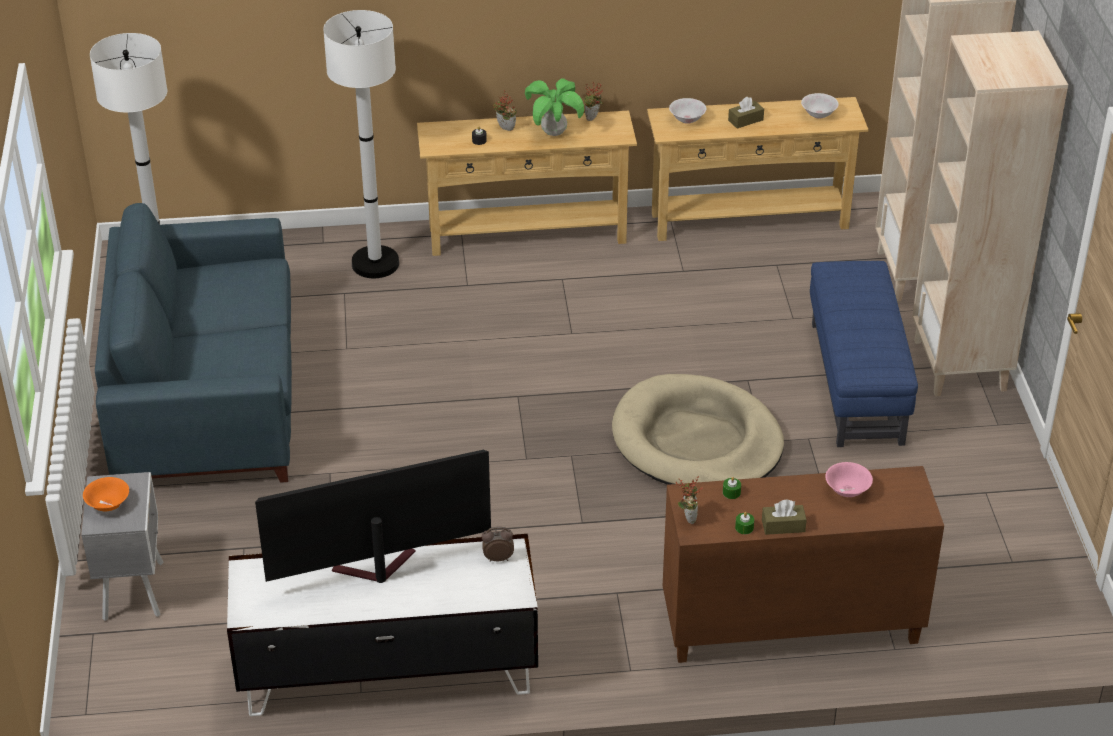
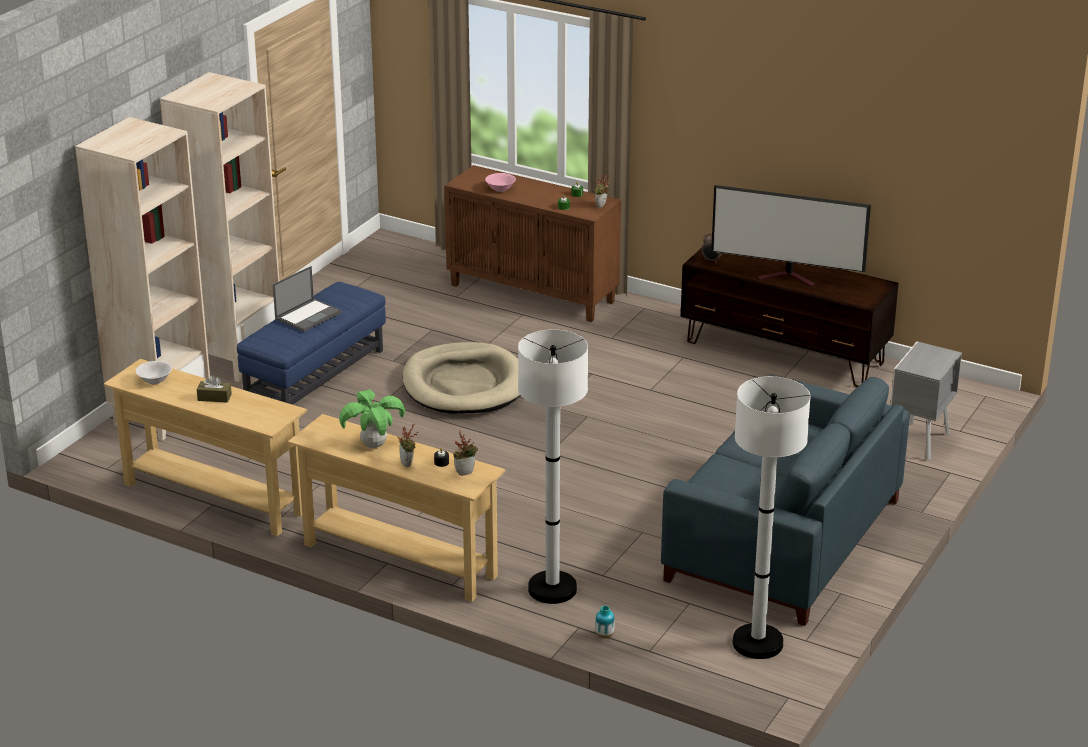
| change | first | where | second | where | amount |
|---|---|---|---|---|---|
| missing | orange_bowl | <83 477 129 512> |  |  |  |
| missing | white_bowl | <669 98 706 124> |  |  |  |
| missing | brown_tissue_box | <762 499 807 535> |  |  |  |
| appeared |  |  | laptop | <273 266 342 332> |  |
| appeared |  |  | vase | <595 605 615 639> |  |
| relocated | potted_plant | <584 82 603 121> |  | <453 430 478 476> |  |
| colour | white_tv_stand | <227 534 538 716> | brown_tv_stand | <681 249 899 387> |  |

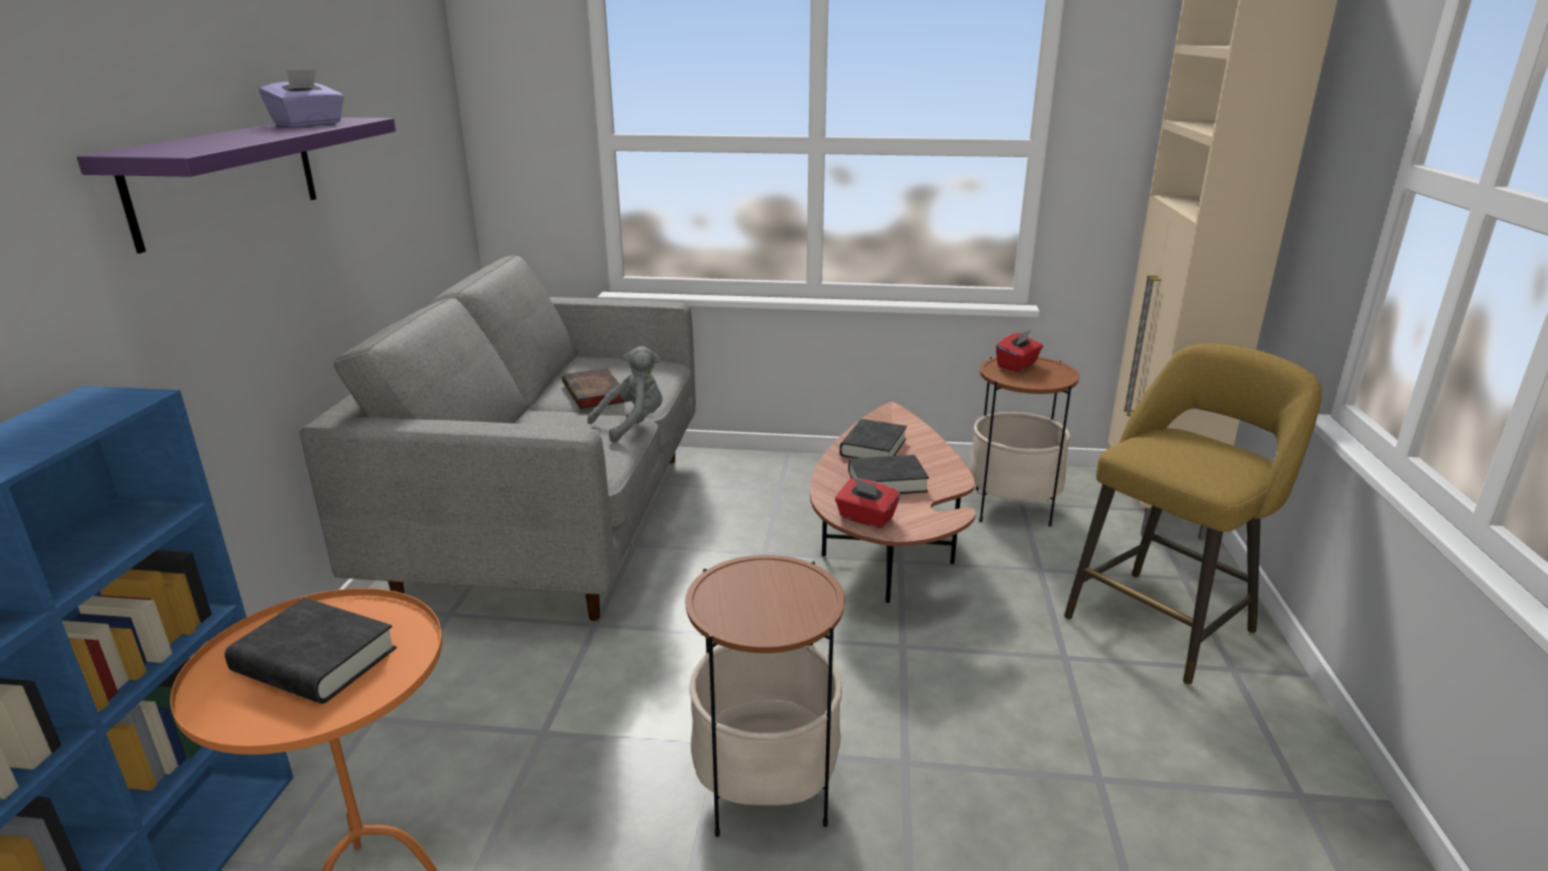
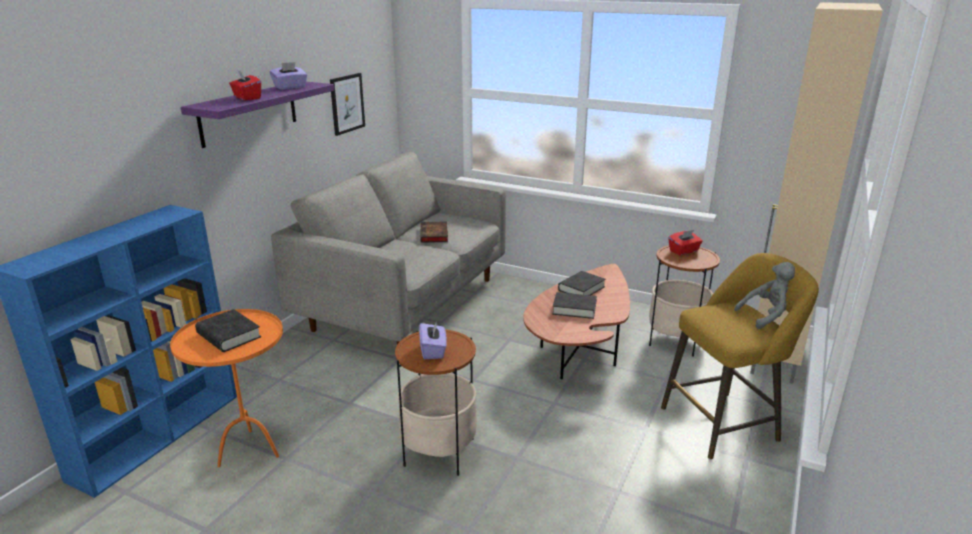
| change | first | where | second | where | amount |
|---|---|---|---|---|---|
| appeared |  |  | picture | <330 73 365 136> |  |
| appeared |  |  | purple_tissue_box | <419 320 447 359> |  |
| relocated | grey_plush_toy | <588 346 662 443> |  | <734 262 795 329> |  |
| relocated | red_tissue_box | <835 478 900 529> |  | <229 71 261 100> |  |

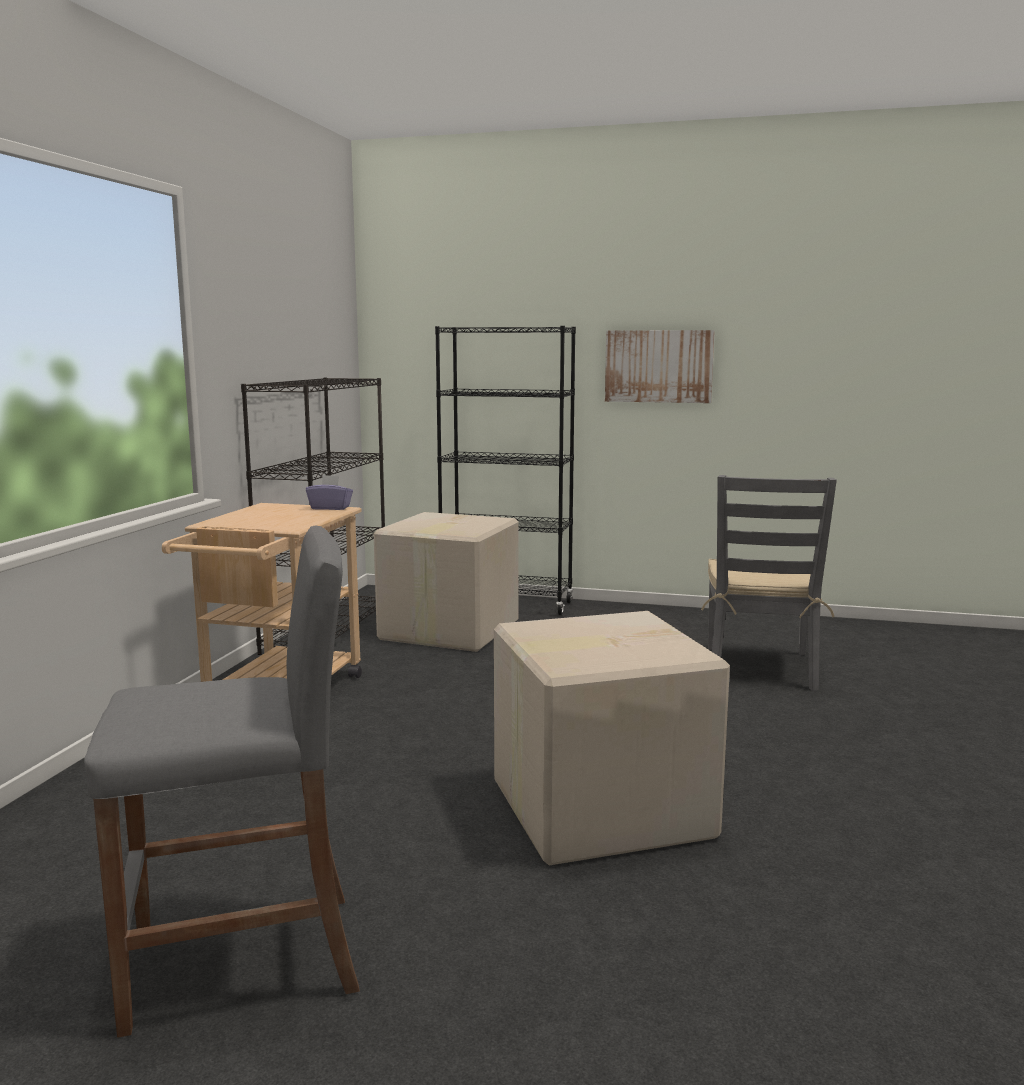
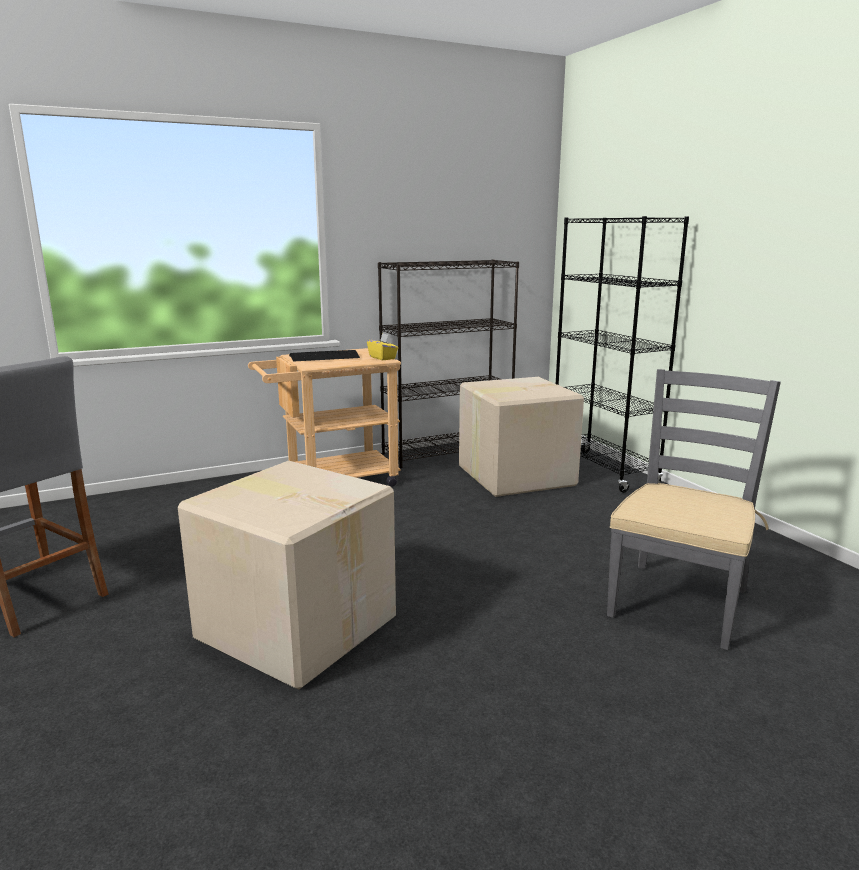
| change | first | where | second | where | amount |
|---|---|---|---|---|---|
| missing | picture | <605 330 715 403> |  |  |  |
| appeared |  |  | keyboard | <289 350 360 362> |  |
| colour | purple_tissue_box | <306 475 353 510> | yellow_tissue_box | <367 333 398 360> |  |
| spun | grey_chair | <701 475 837 691> |  | <607 369 781 650> | 150 degrees clockwise |

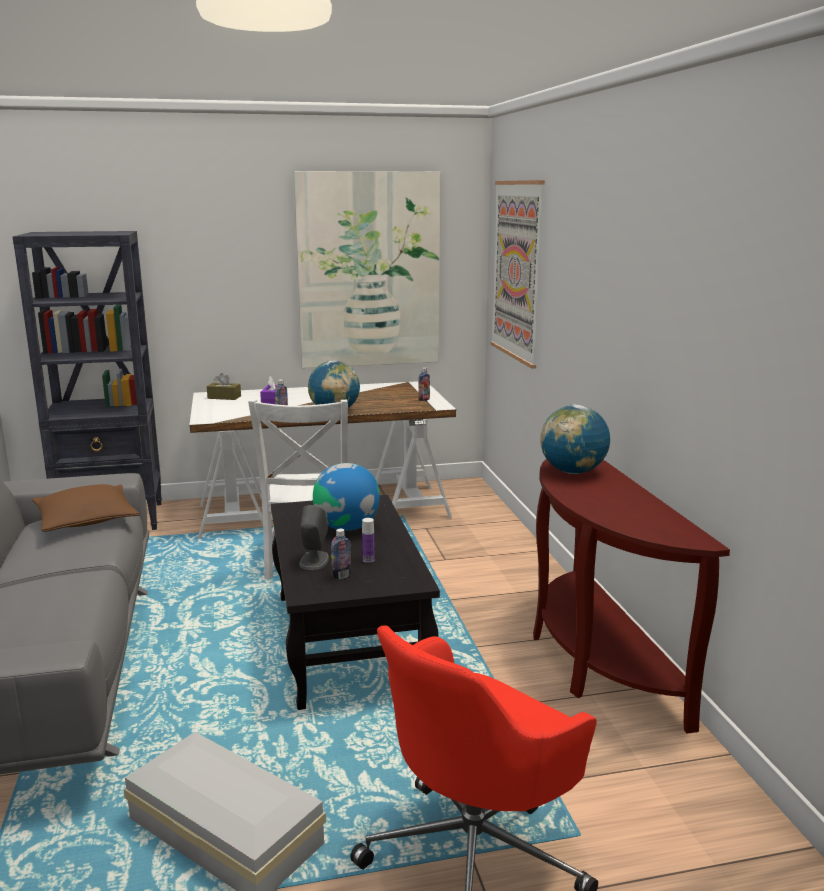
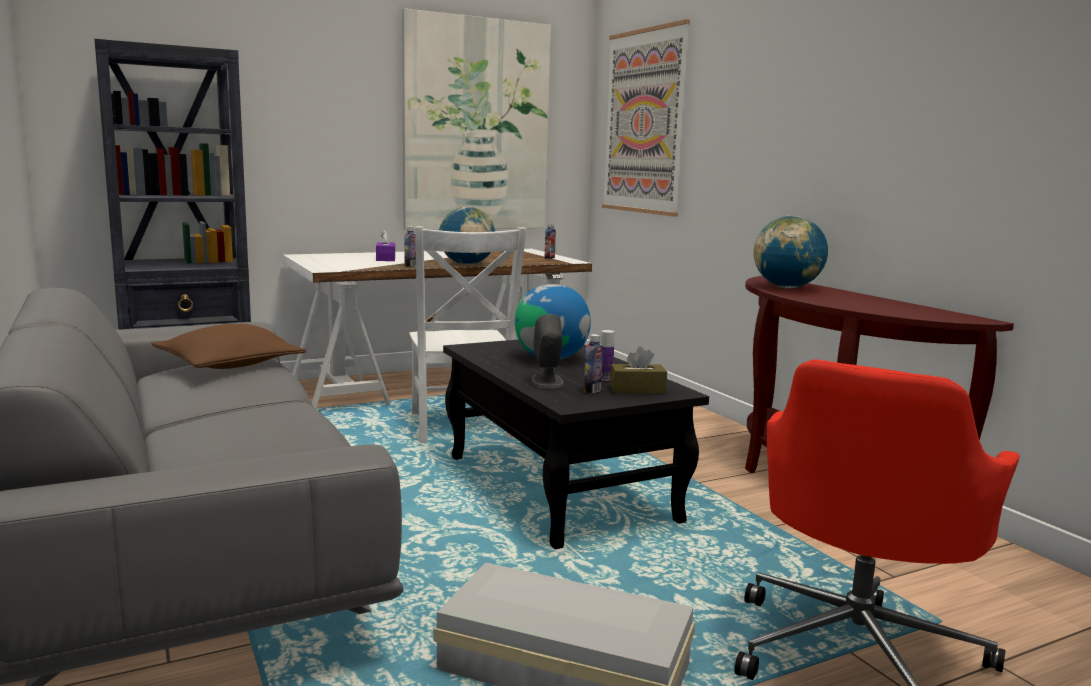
| change | first | where | second | where | amount |
|---|---|---|---|---|---|
| relocated | brown_tissue_box | <207 373 241 400> |  | <610 346 667 394> |  |

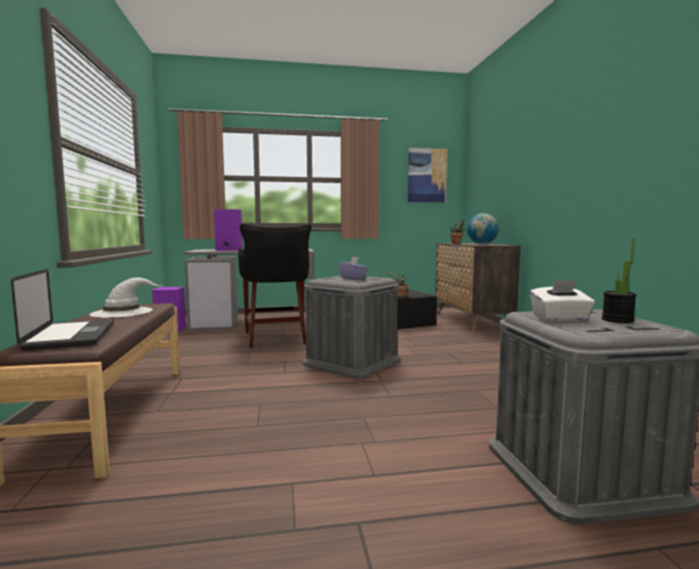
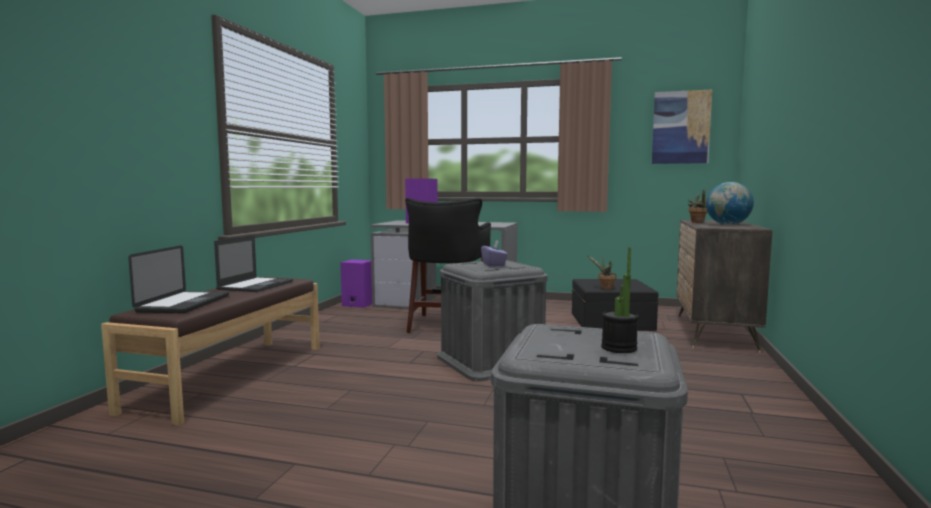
| change | first | where | second | where | amount |
|---|---|---|---|---|---|
| missing | white_tissue_box | <530 280 595 321> |  |  |  |
| exchanged | white_hat | <90 277 163 318> | laptop | <214 236 293 292> |  |

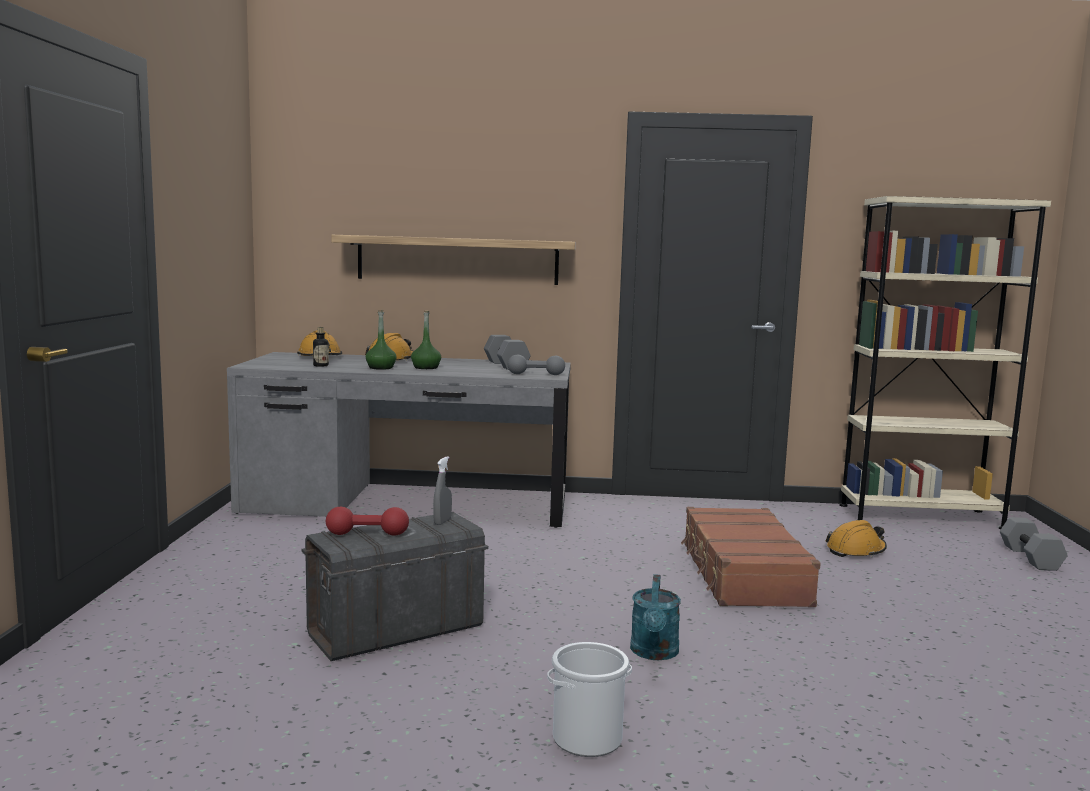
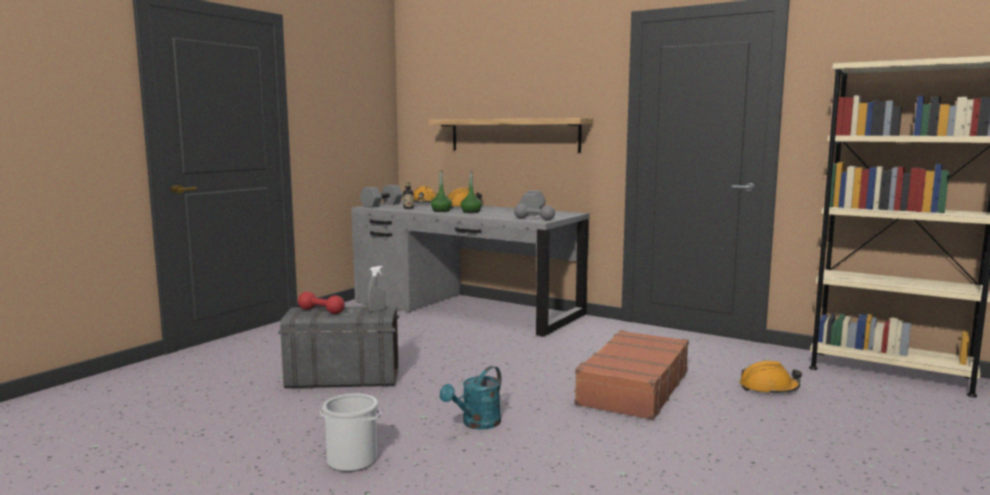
| change | first | where | second | where | amount |
|---|---|---|---|---|---|
| relocated | grey_dumbbell | <1000 517 1068 571> |  | <360 185 403 208> |  |

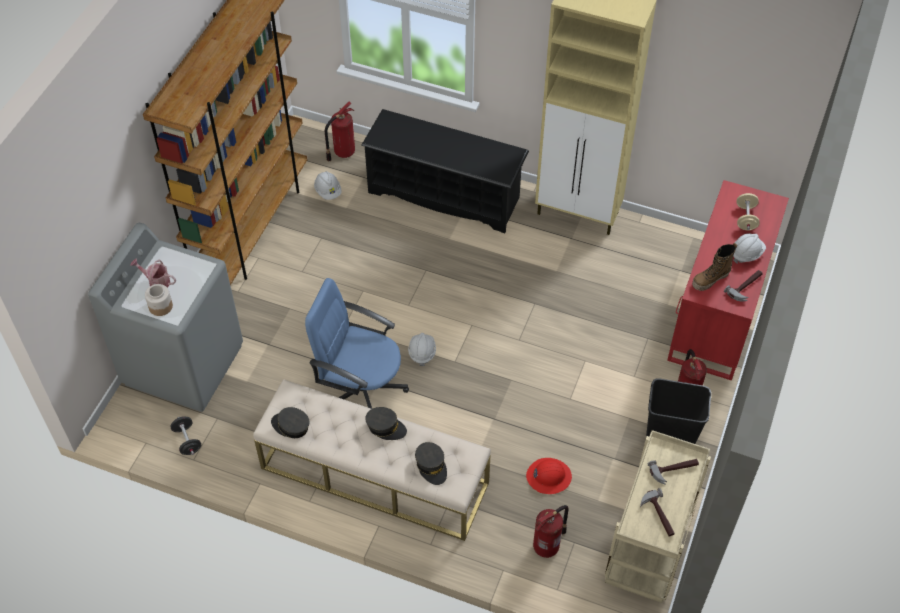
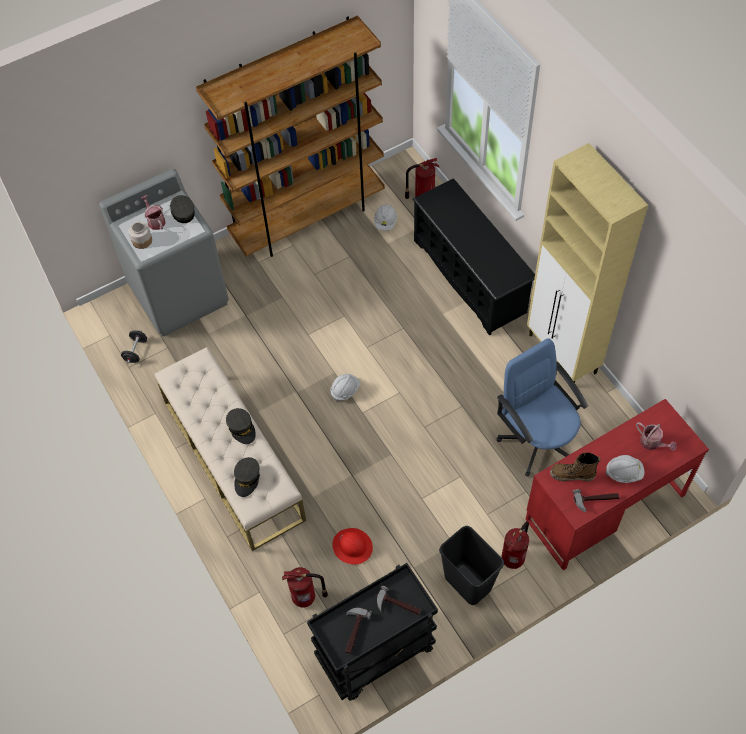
| change | first | where | second | where | amount |
|---|---|---|---|---|---|
| relocated | grey_cap | <271 407 310 438> |  | <170 195 195 223> |  |
| relocated | blue_office_chair | <305 278 409 409> |  | <496 338 588 477> |  |
| exchanged | beige_dumbbell | <737 193 760 231> | watering_can | <636 422 677 451> |  |
| colour | beige_cart | <604 430 711 603> | black_cart | <307 563 438 700> |  |

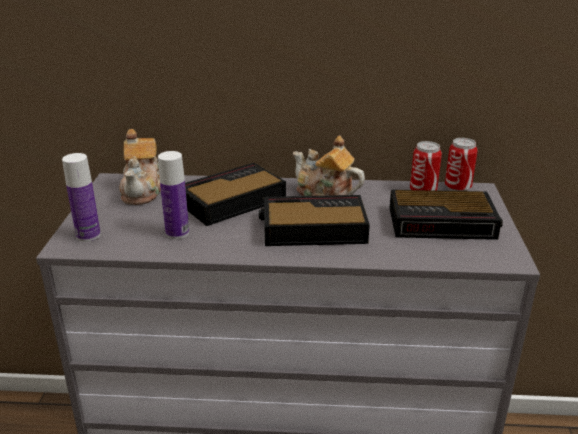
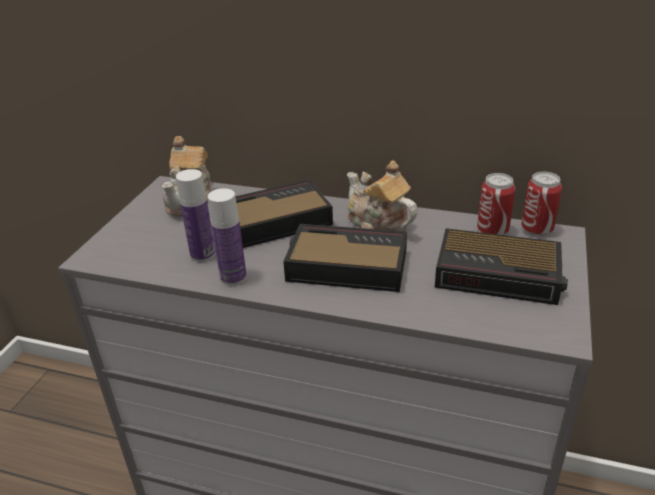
| change | first | where | second | where | amount |
|---|---|---|---|---|---|
| relocated | bottle | <62 153 101 242> |  | <208 188 247 286> |  |

